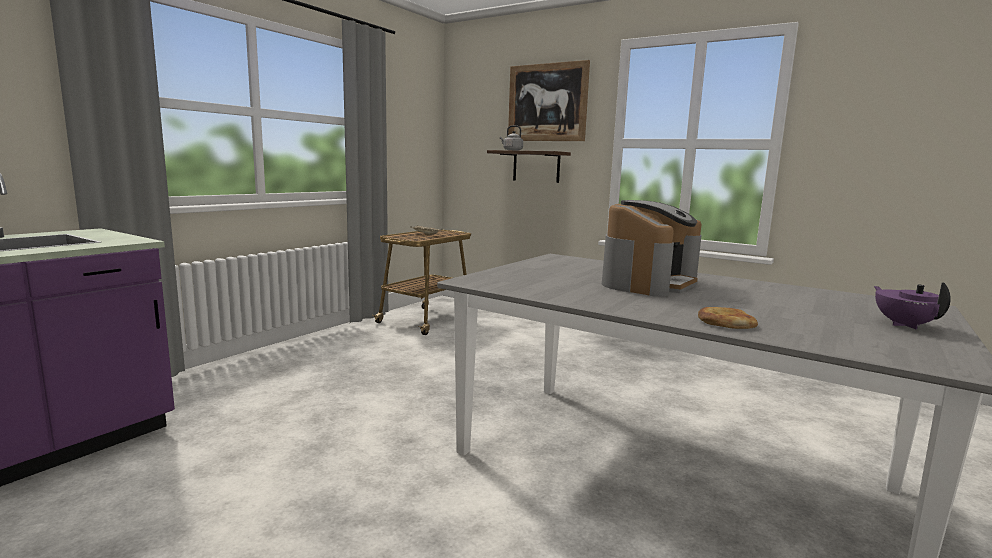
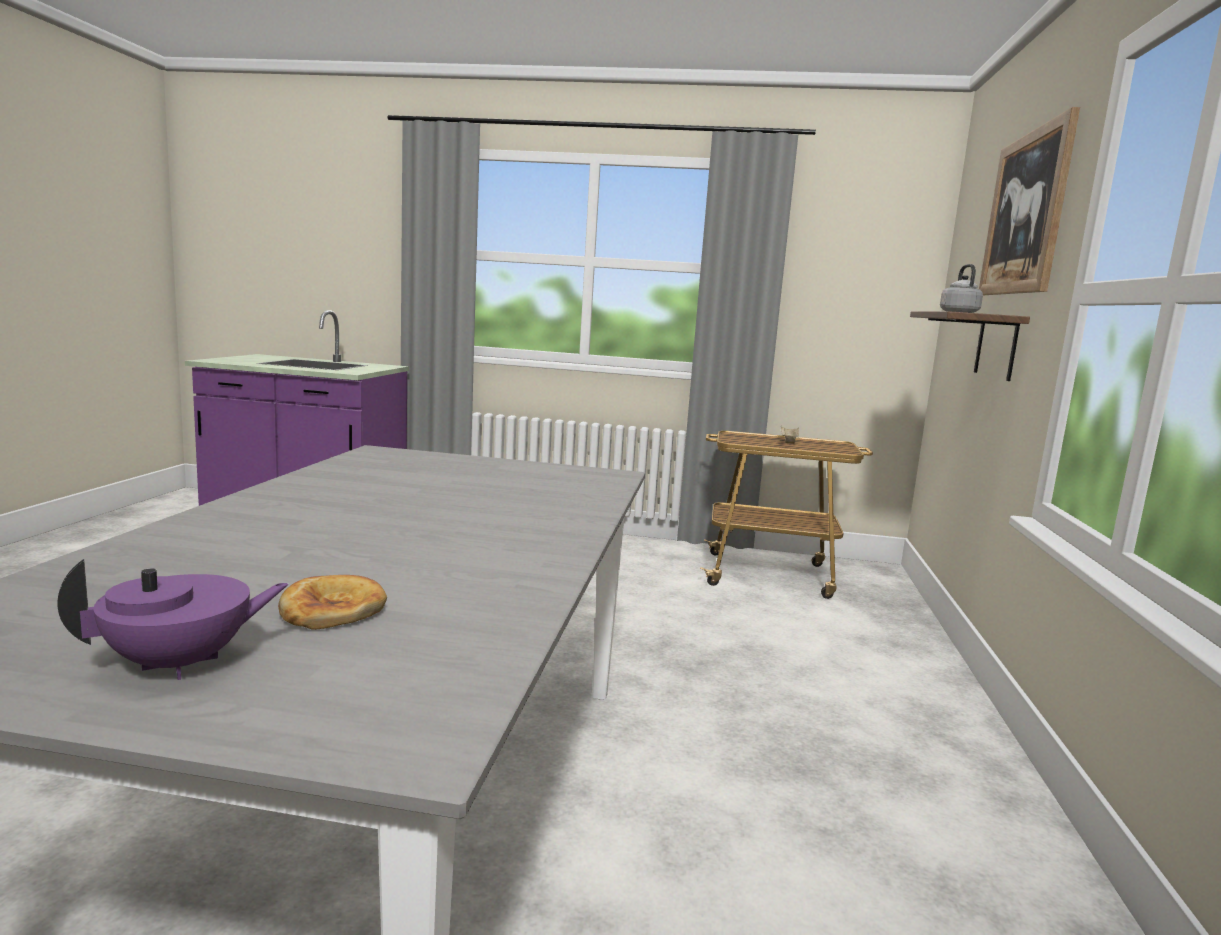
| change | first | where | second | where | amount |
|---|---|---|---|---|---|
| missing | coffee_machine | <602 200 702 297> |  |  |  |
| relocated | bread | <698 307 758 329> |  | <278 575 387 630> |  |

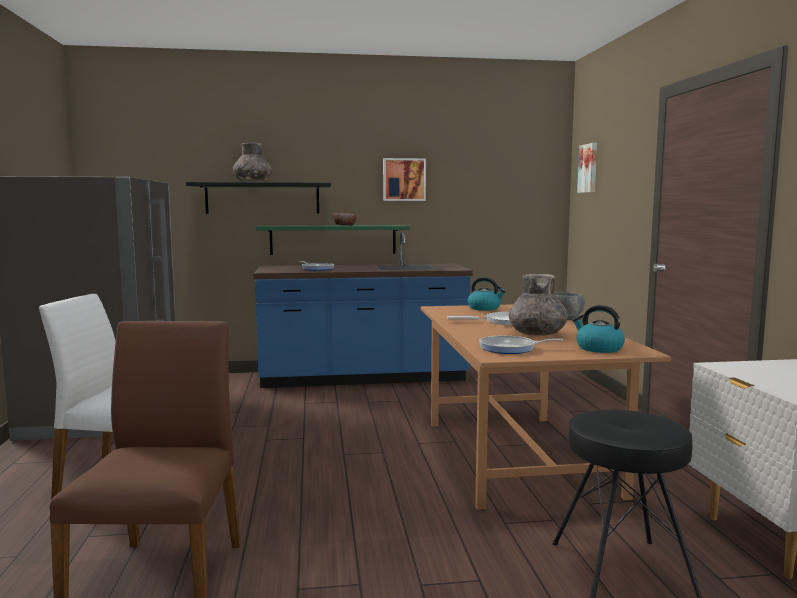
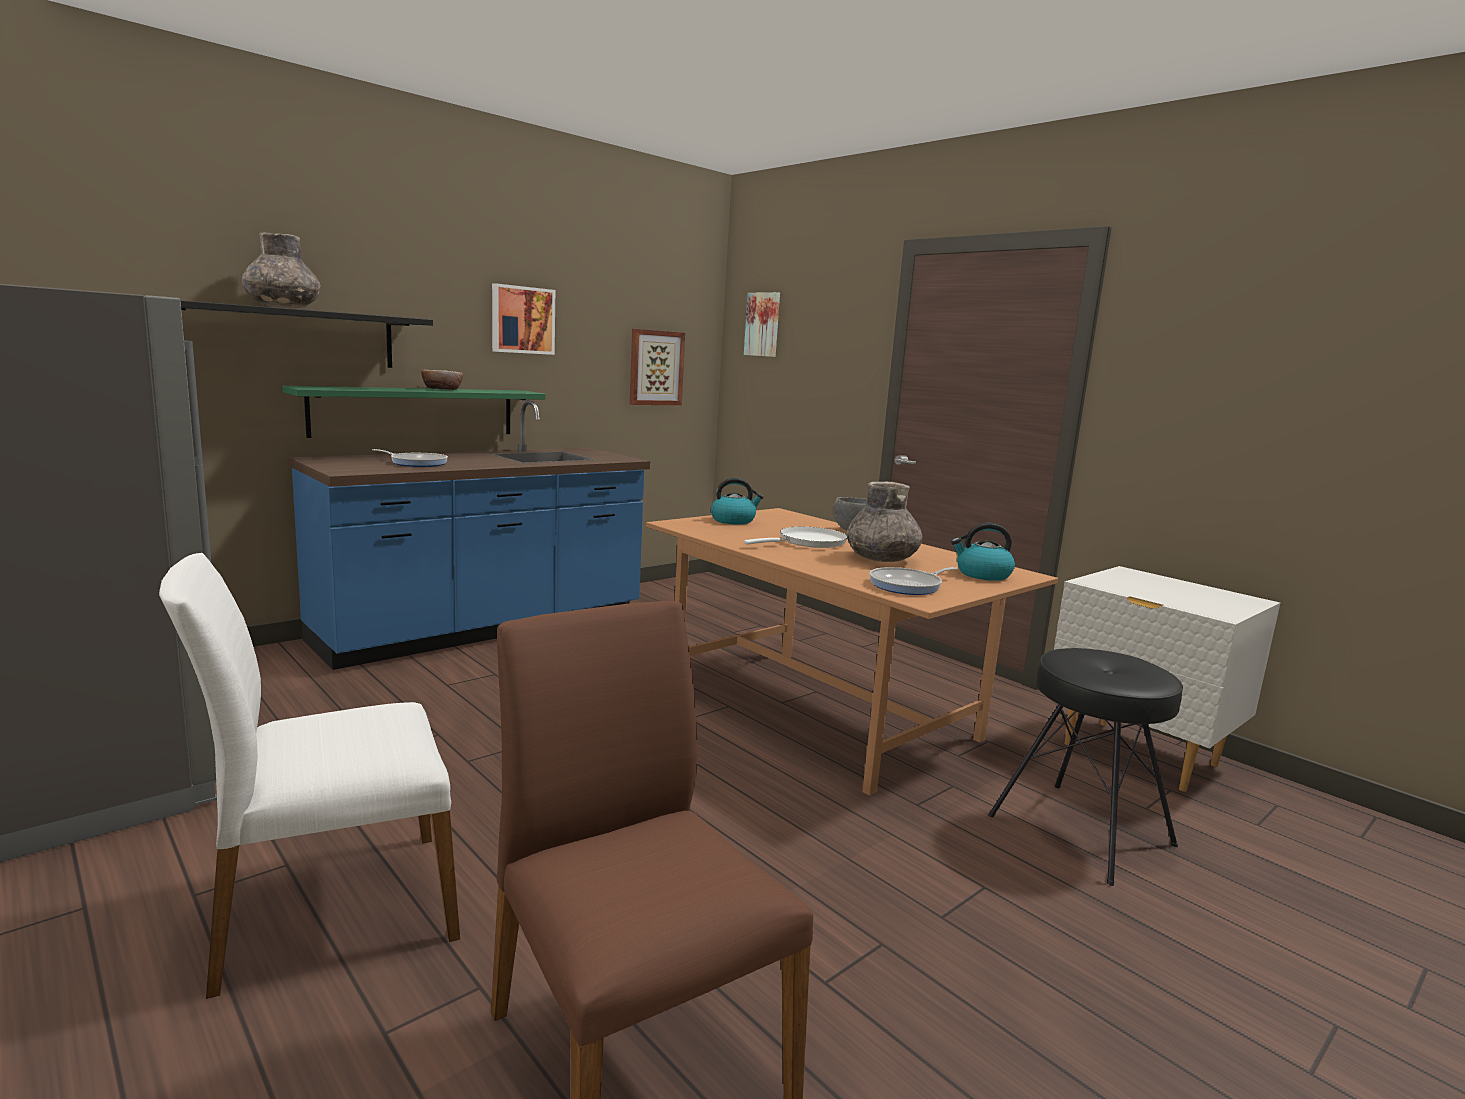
| change | first | where | second | where | amount |
|---|---|---|---|---|---|
| appeared |  |  | picture | <630 329 685 405> |  |

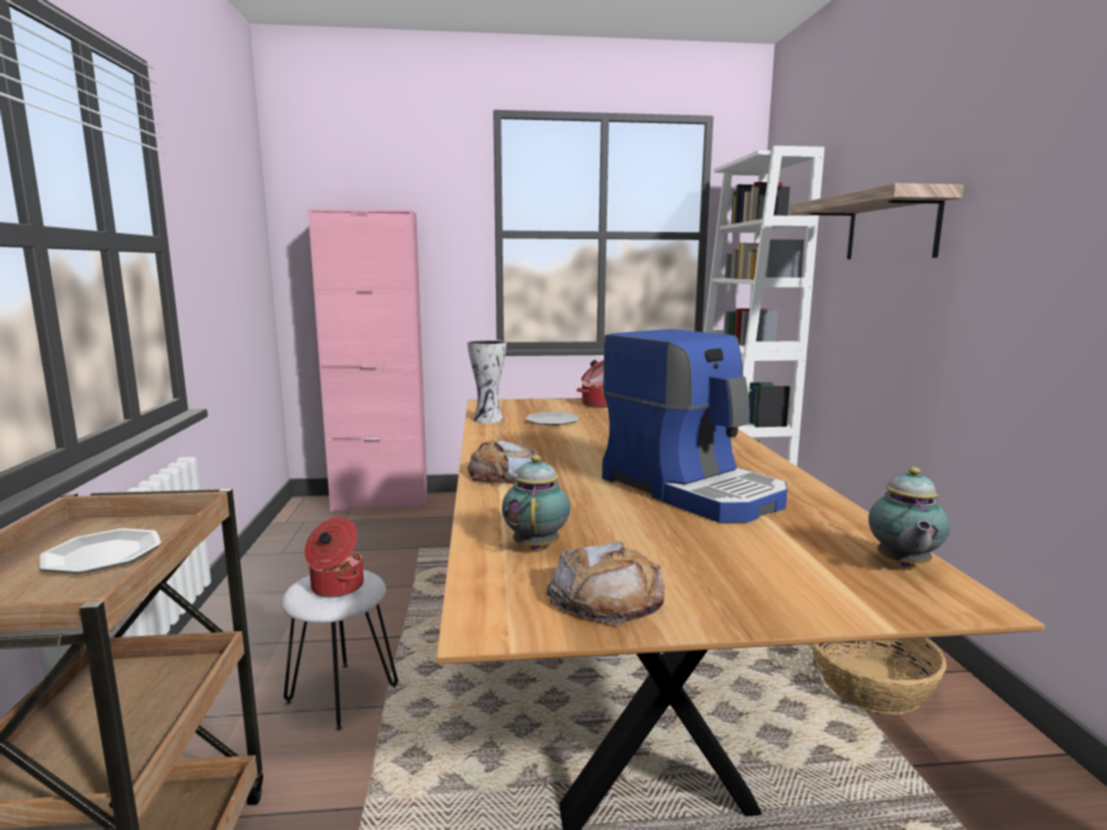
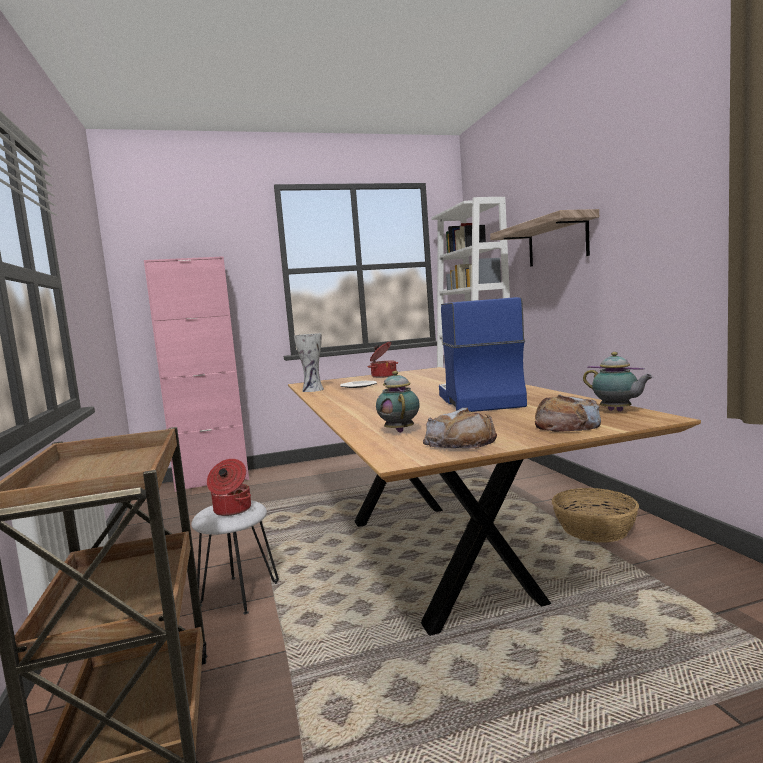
| change | first | where | second | where | amount |
|---|---|---|---|---|---|
| missing | plate | <39 528 162 574> |  |  |  |
| relocated | bread | <468 440 538 484> |  | <535 394 601 432> |  |
| spun | coffee_machine | <602 329 787 523> |  | <439 297 527 412> | 135 degrees counterclockwise |
| spun | teapot | <868 467 950 568> |  | <583 352 653 412> | 45 degrees counterclockwise |

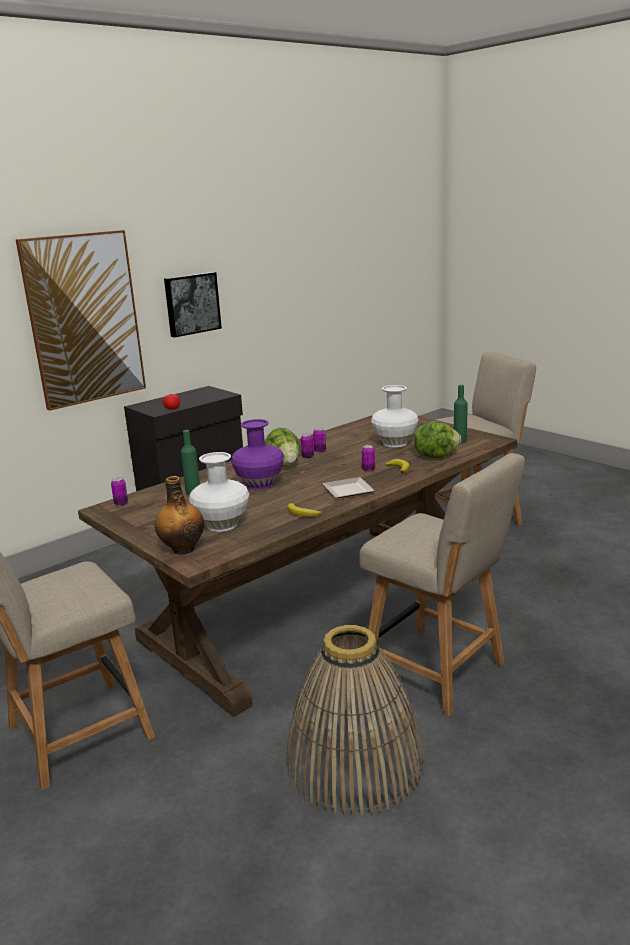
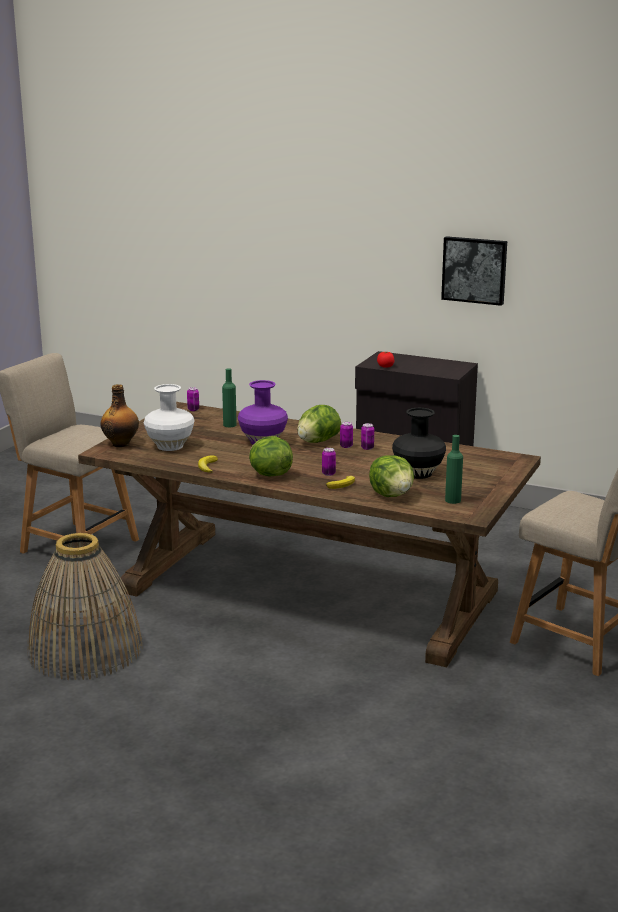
| change | first | where | second | where | amount |
|---|---|---|---|---|---|
| missing | picture | <16 230 146 411> |  |  |  |
| missing | beige_chair | <359 453 525 716> |  |  |  |
| exchanged | plate | <322 477 375 498> | lettuce | <249 436 293 477> |  |
| colour | white_vase | <371 385 419 447> | black_vase | <392 408 446 479> |  |

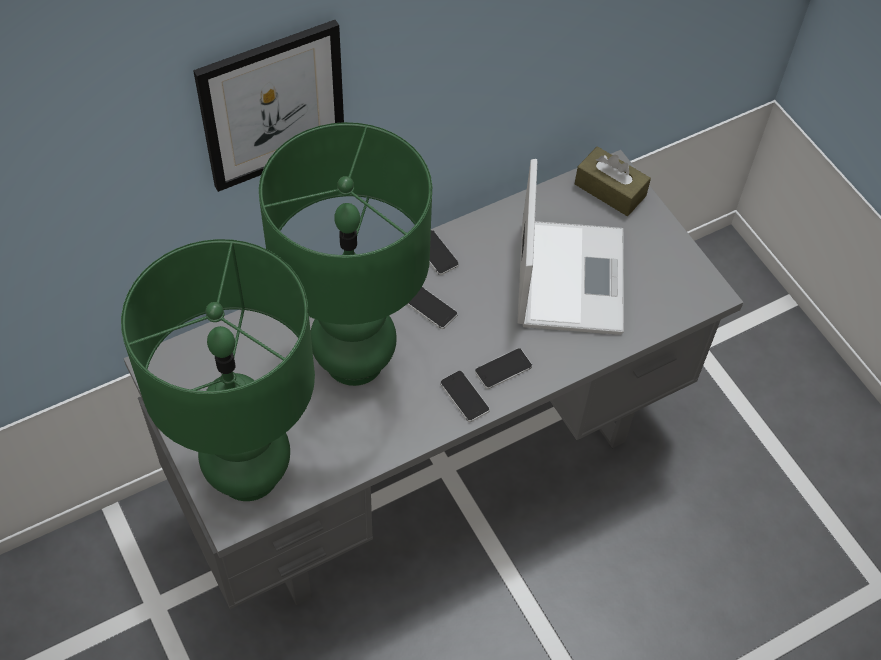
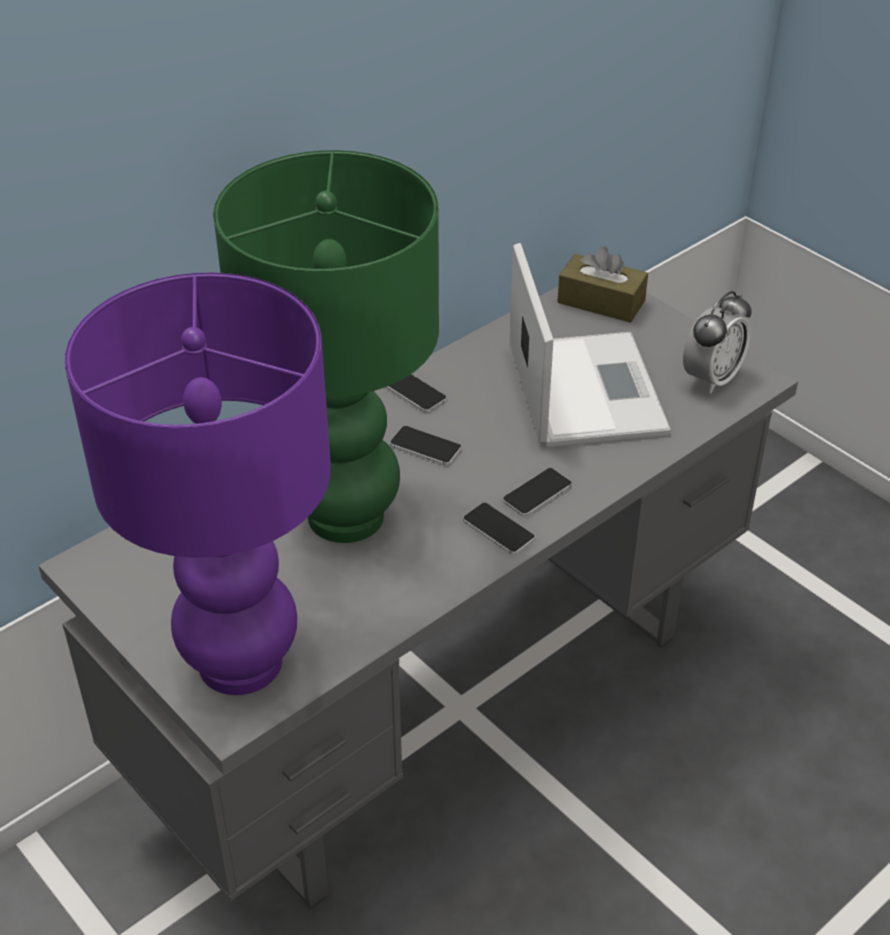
| change | first | where | second | where | amount |
|---|---|---|---|---|---|
| missing | picture | <193 20 344 192> |  |  |  |
| appeared |  |  | alarm_clock | <683 291 752 393> |  |
| colour | green_table_lamp | <121 239 315 501> | purple_table_lamp | <65 273 331 695> |  |

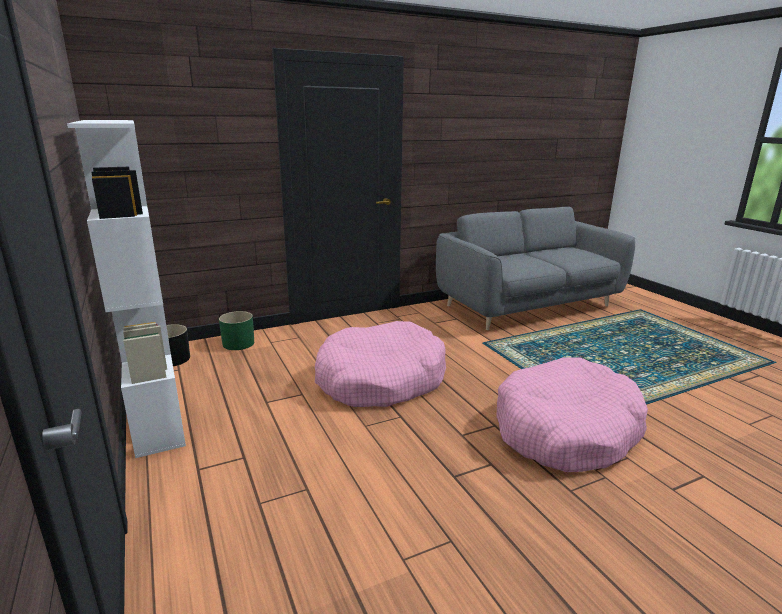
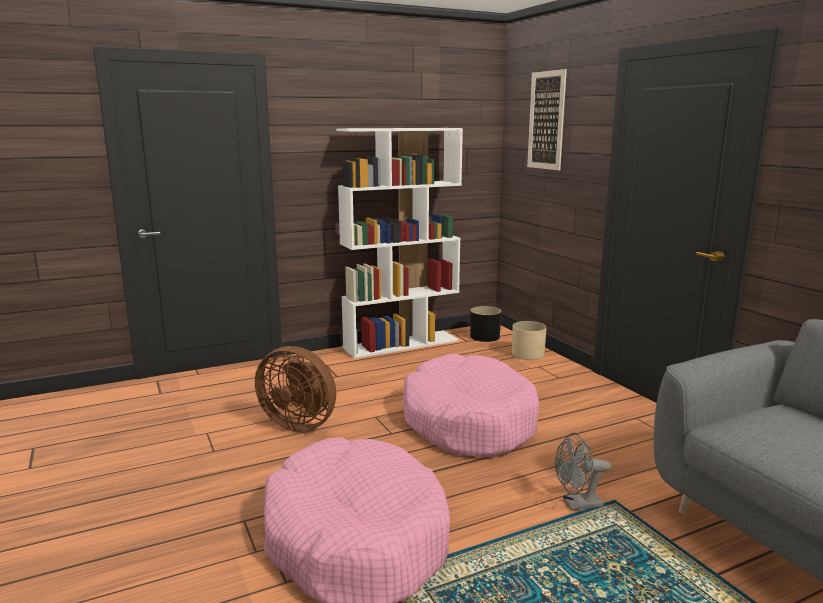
| change | first | where | second | where | amount |
|---|---|---|---|---|---|
| appeared |  |  | brown_fan | <255 346 336 432> |  |
| appeared |  |  | picture | <527 69 567 170> |  |
| appeared |  |  | grey_fan | <555 433 611 510> |  |
| colour | green_planter | <219 311 254 350> | beige_planter | <512 321 547 360> |  |

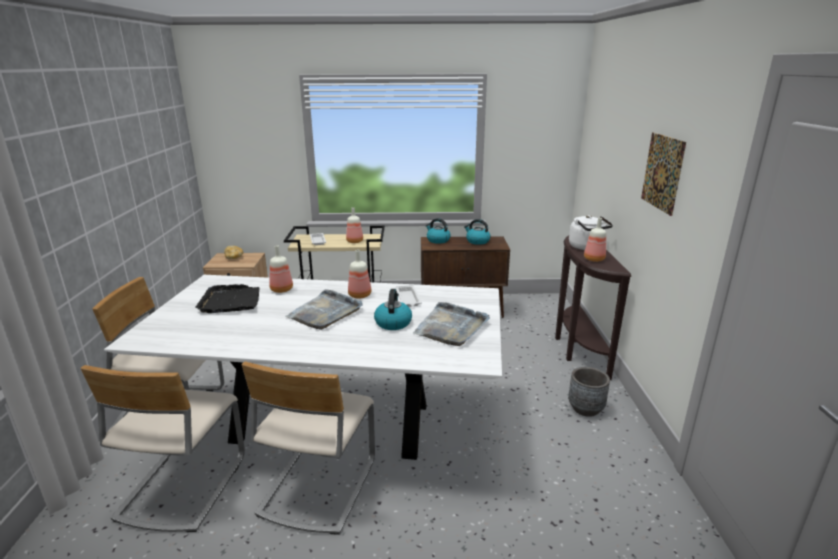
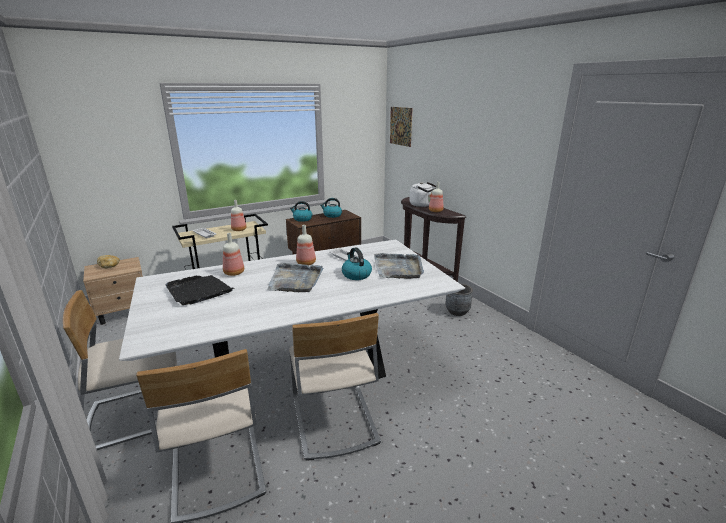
| change | first | where | second | where | amount |
|---|---|---|---|---|---|
| relocated | picture | <641 132 686 216> |  | <390 107 413 147> |  |

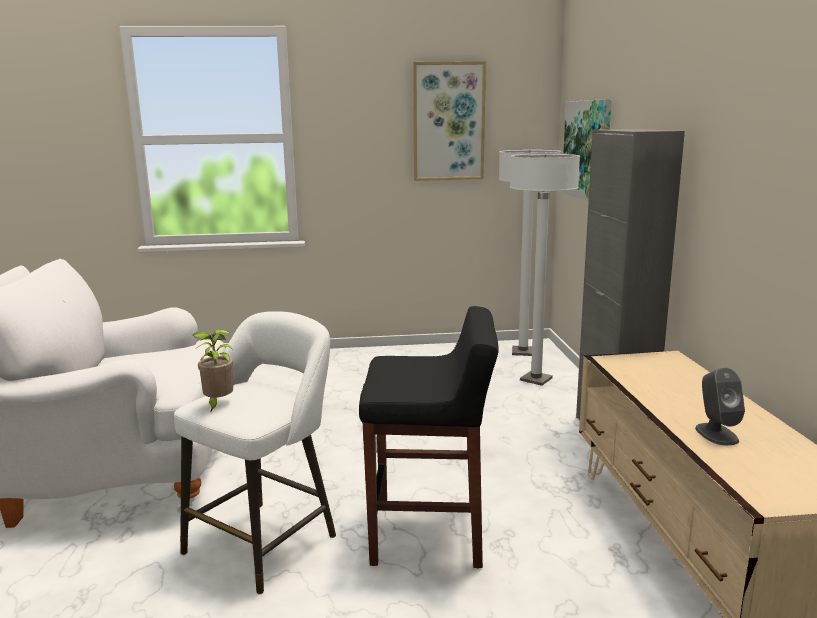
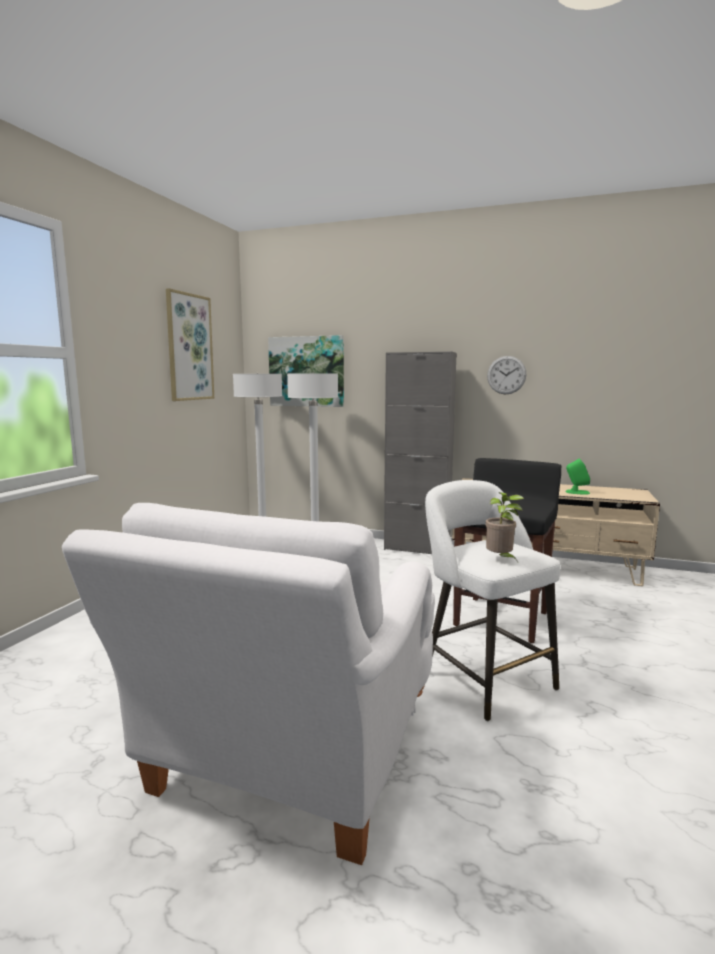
| change | first | where | second | where | amount |
|---|---|---|---|---|---|
| appeared |  |  | wall_clock | <487 356 526 395> |  |
| colour | grey_speaker | <695 367 745 445> | green_speaker | <565 459 590 494> |  |

